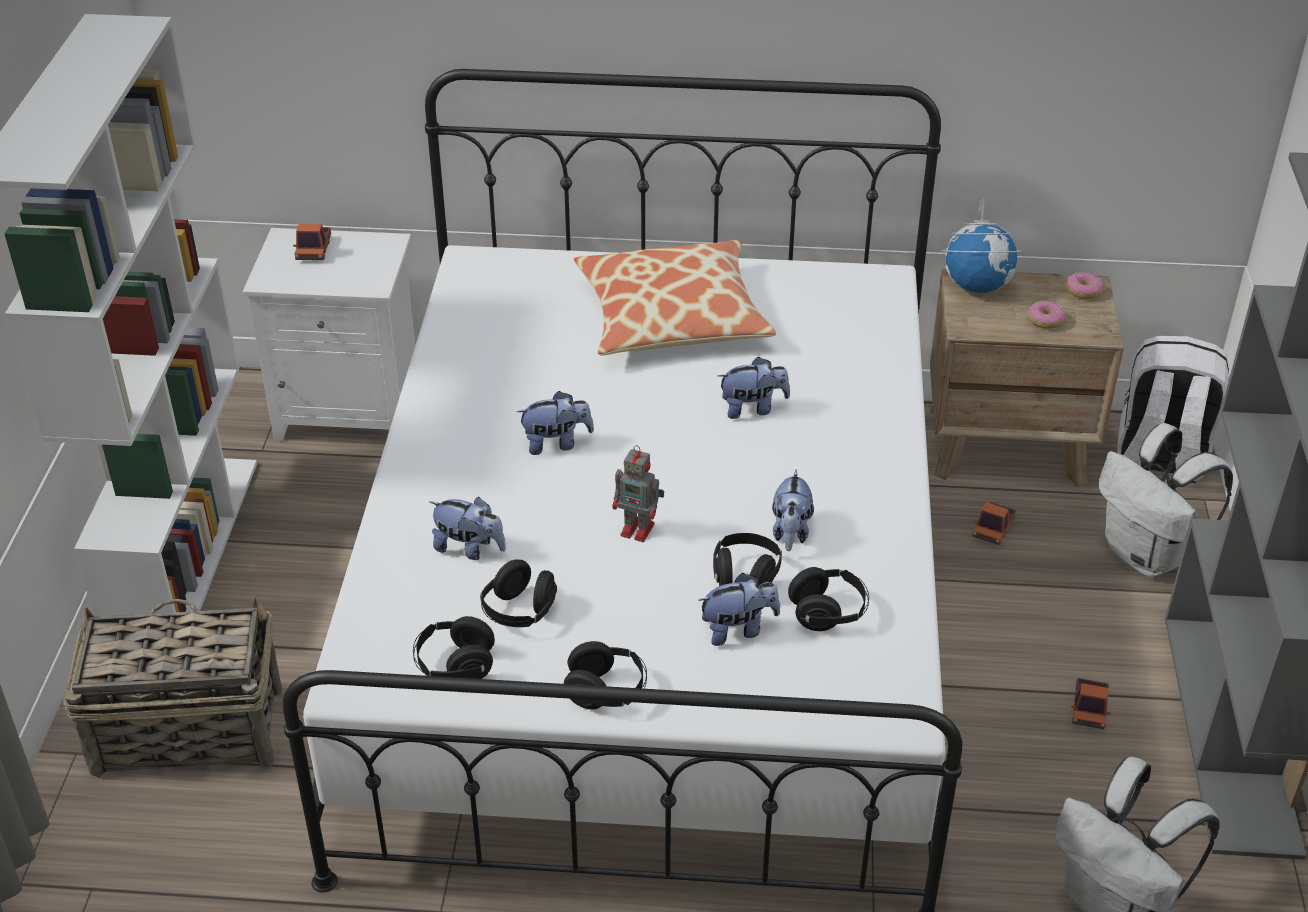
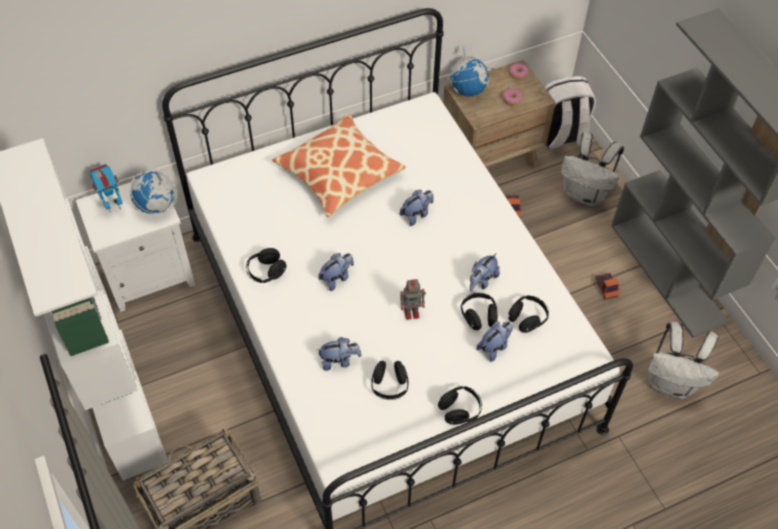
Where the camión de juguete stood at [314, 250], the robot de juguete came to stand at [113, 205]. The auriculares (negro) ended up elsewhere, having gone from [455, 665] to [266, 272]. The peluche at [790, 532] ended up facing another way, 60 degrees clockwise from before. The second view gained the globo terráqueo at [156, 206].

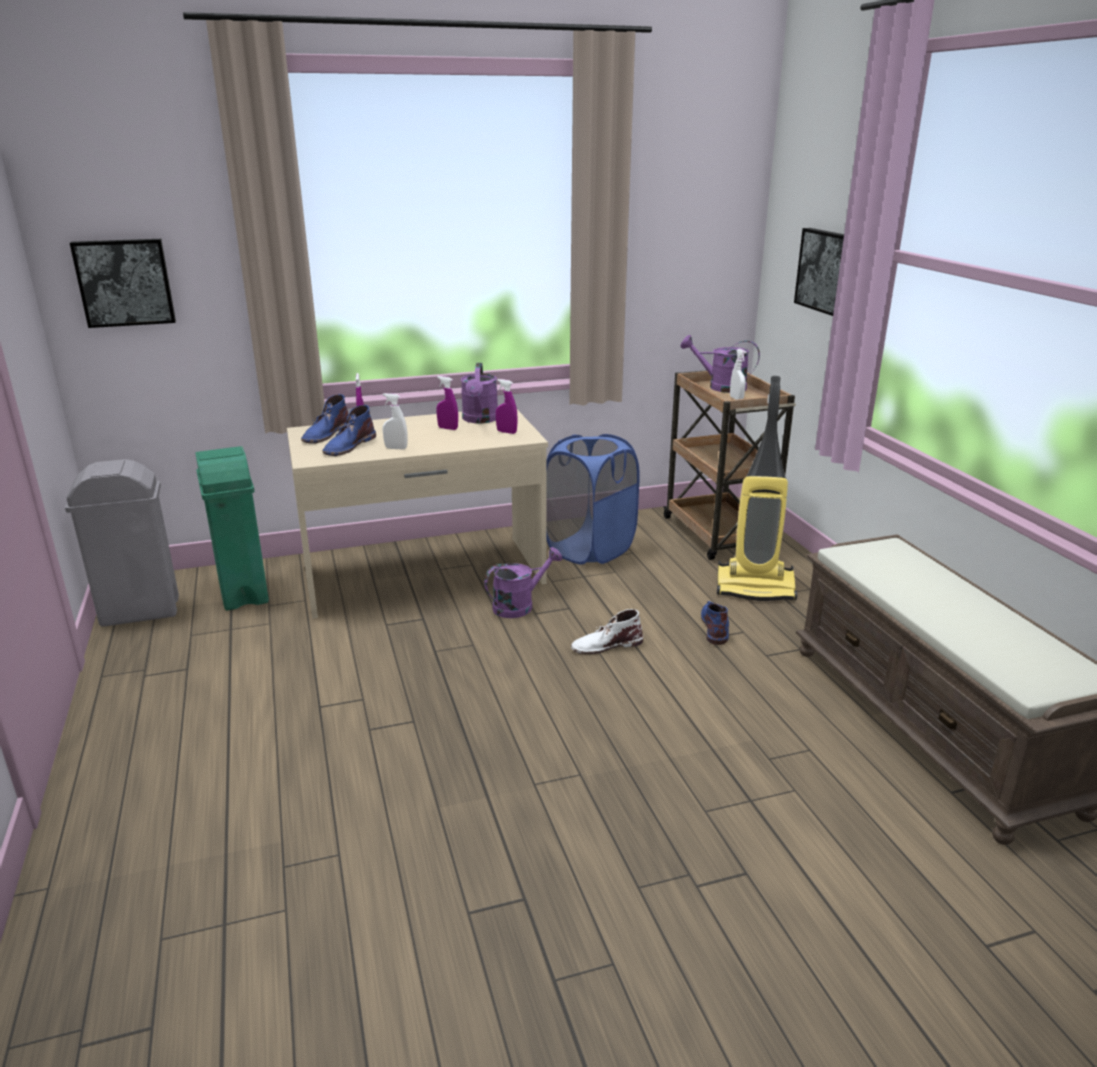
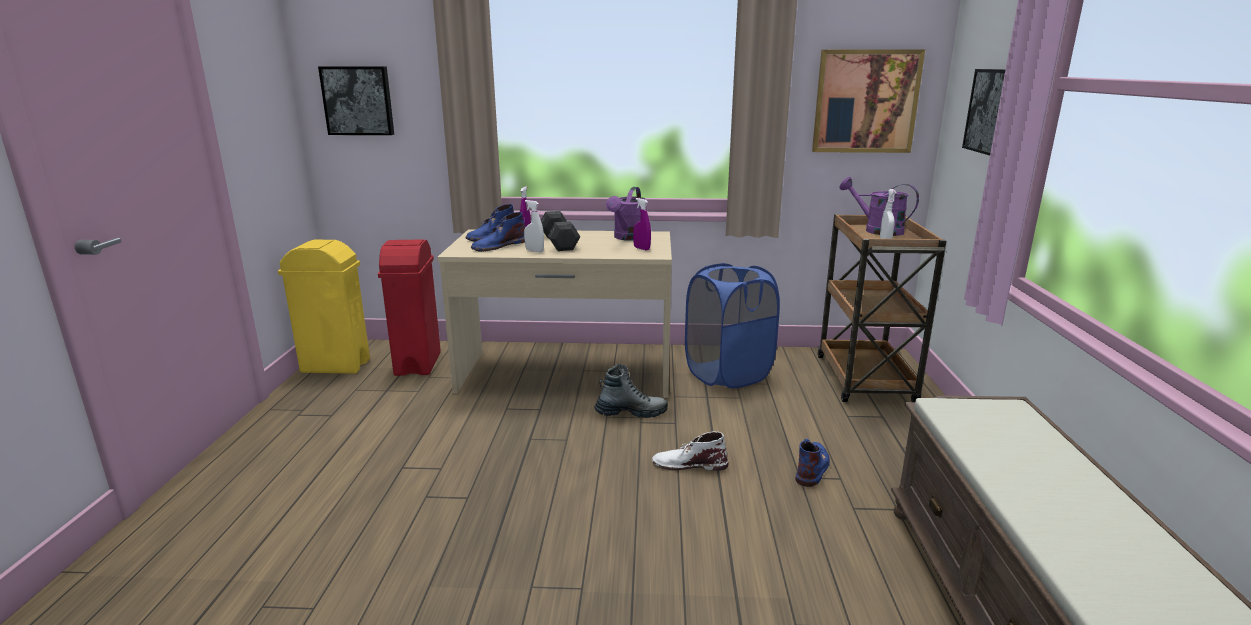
What was the papelera (gris) at [139, 612] turned into the papelera (amarillo) at [335, 366]. What was the papelera (verde) at [243, 593] turned into the papelera (rojo) at [417, 364]. The second view lost the pulverizador (morado) at [448, 428]. Where the regadera (morado) stood at [519, 605], the bota came to stand at [631, 412]. The second view lost the aspiradora at [755, 588]. The second view gained the mancuerna (gris) at [559, 242]. The second view gained the cuadro at [865, 101].

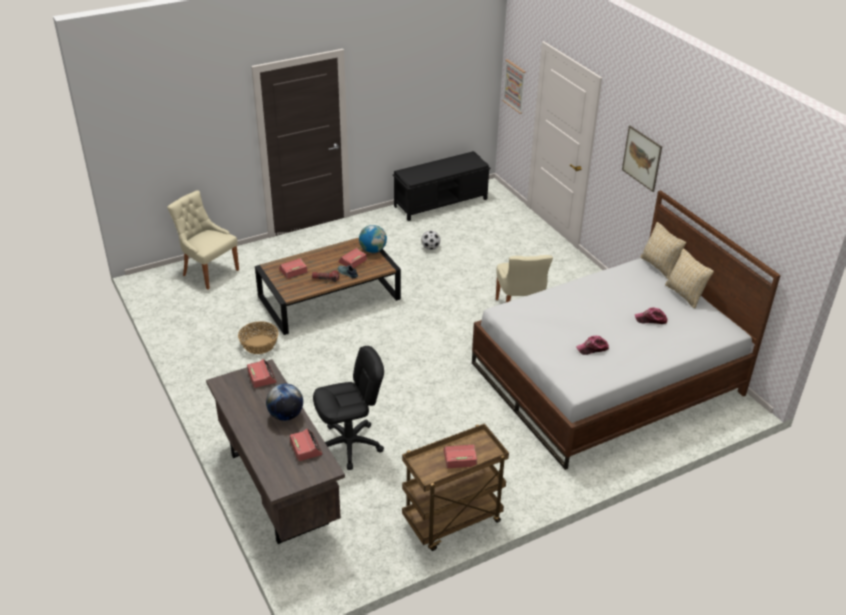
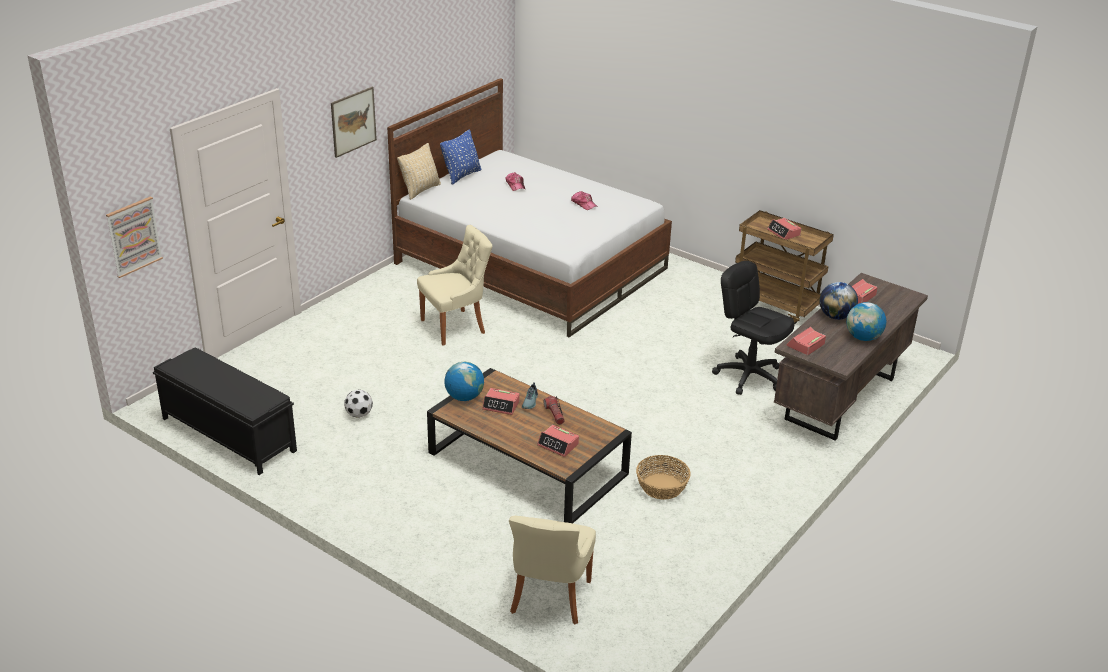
What was the cojín (beis) at [684, 295] turned into the cojín (azul) at [461, 175]. The second view gained the globo terráqueo at [863, 338].

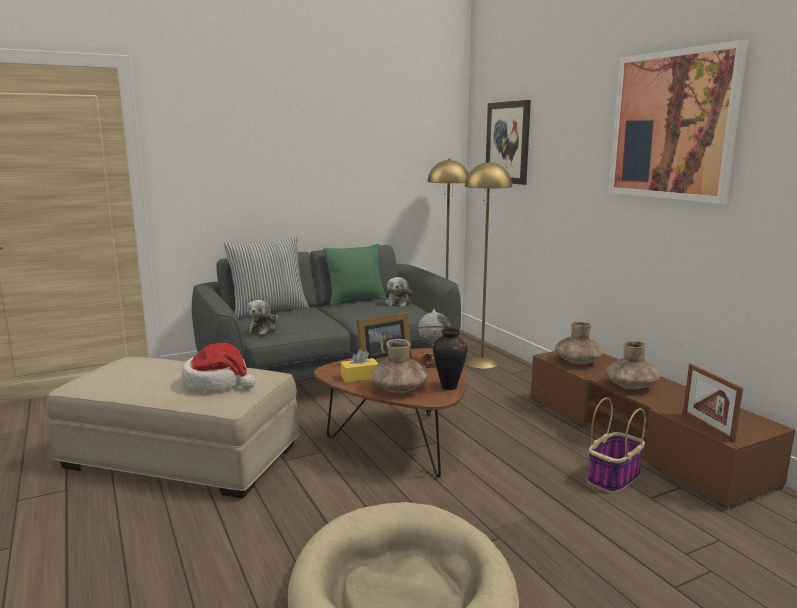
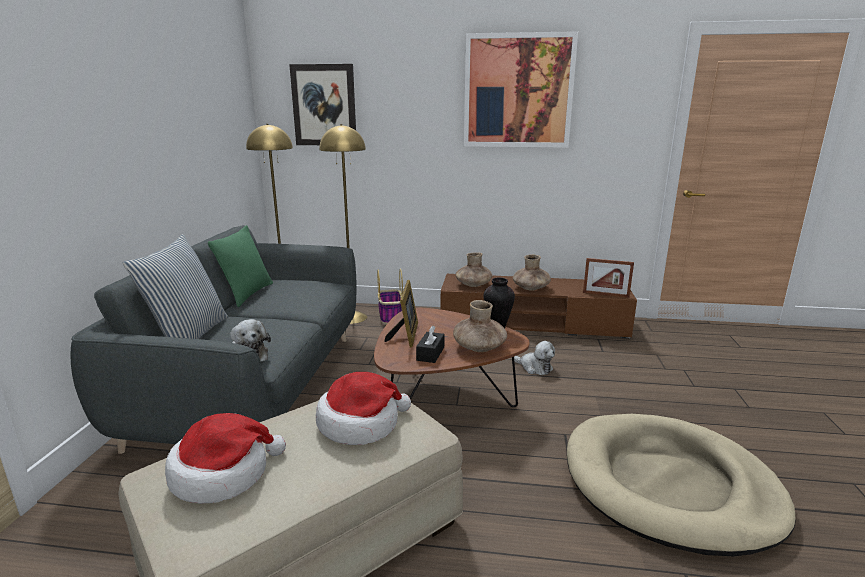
What was the caja de pañuelos (amarillo) at [360, 377] turned into the caja de pañuelos (negro) at [430, 354]. The peluche ended up elsewhere, having gone from [398, 303] to [534, 367]. The second view lost the globo terráqueo at [433, 362]. The cesta ended up elsewhere, having gone from [614, 477] to [390, 316]. The second view gained the sombrero at [223, 473].

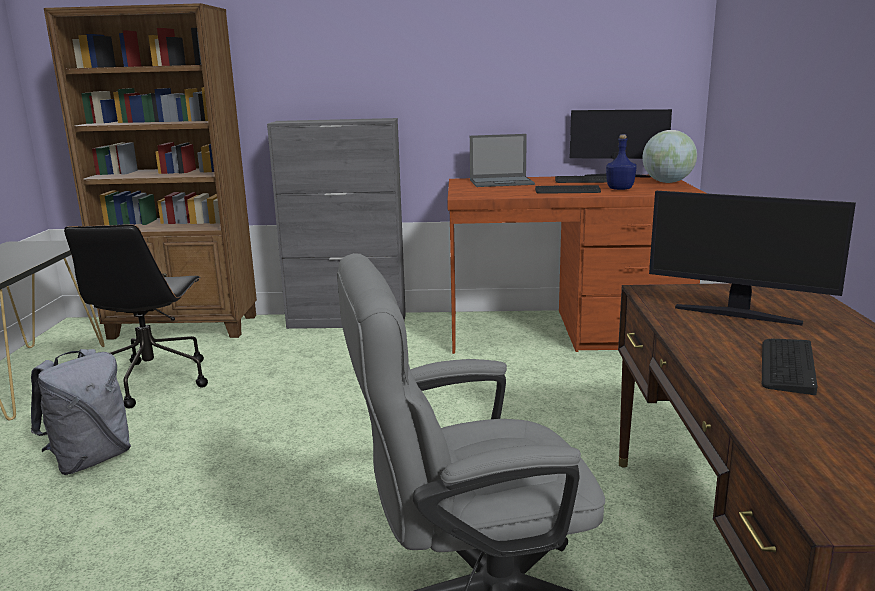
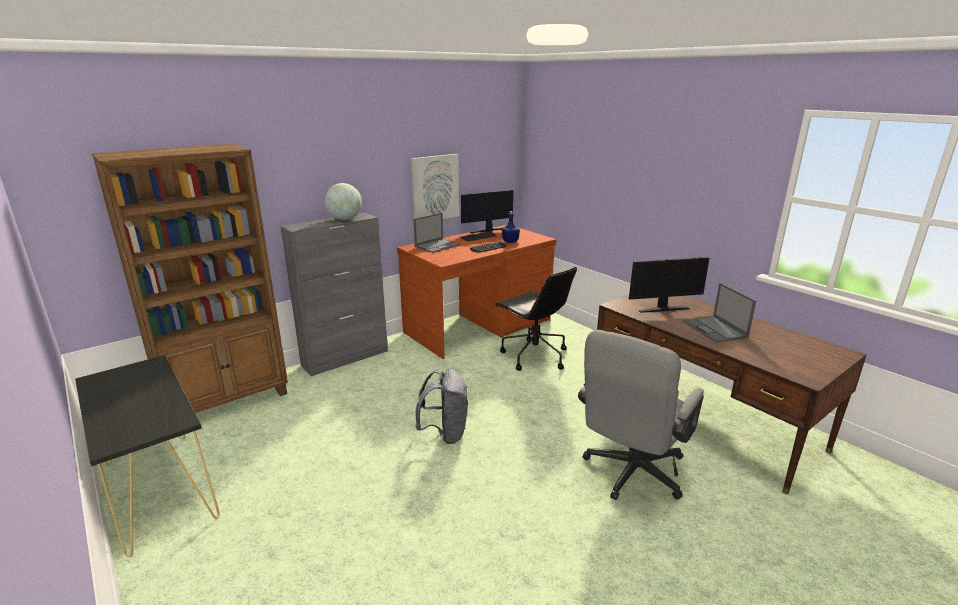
The mochila (gris) ended up elsewhere, having gone from [91, 459] to [445, 433]. The silla de oficina (negro) ended up elsewhere, having gone from [152, 380] to [533, 356]. The globo terráqueo ended up elsewhere, having gone from [667, 182] to [345, 219]. Where the teclado stood at [787, 366], the portátil came to stand at [715, 329]. The second view gained the cuadro at [435, 188].

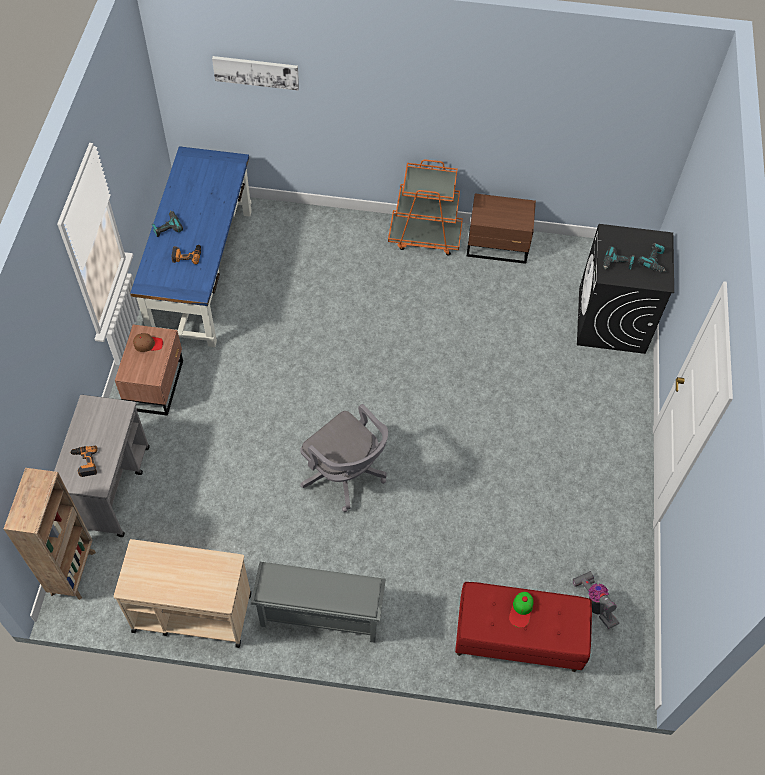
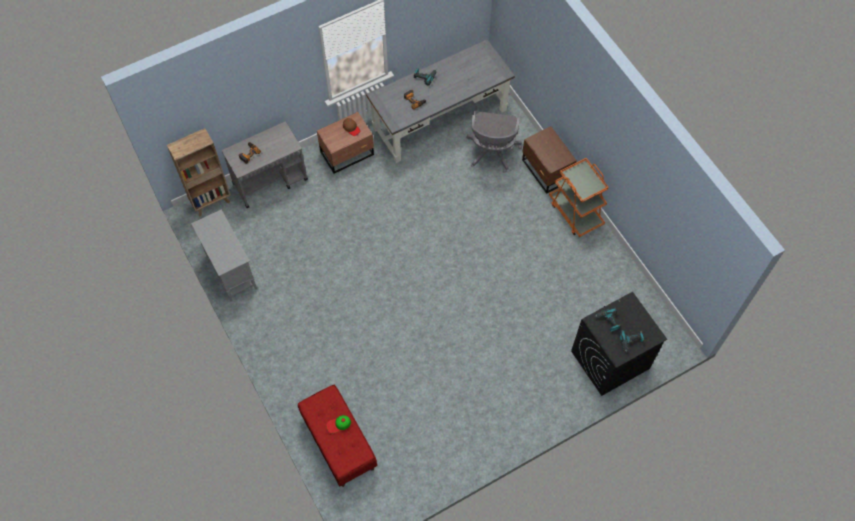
Where the carrito (beis) stood at [191, 612], the armario (gris) came to stand at [230, 271]. What was the escritorio (azul) at [201, 271] turned into the escritorio (gris) at [440, 118]. The second view lost the cuadro at [256, 72]. The second view lost the zapatero (gris) at [319, 616]. The silla de oficina (gris) ended up elsewhere, having gone from [346, 475] to [492, 153]. The mesita de noche (marrón) ended up elsewhere, having gone from [498, 246] to [546, 171]. The second view lost the aspiradora at [594, 603].

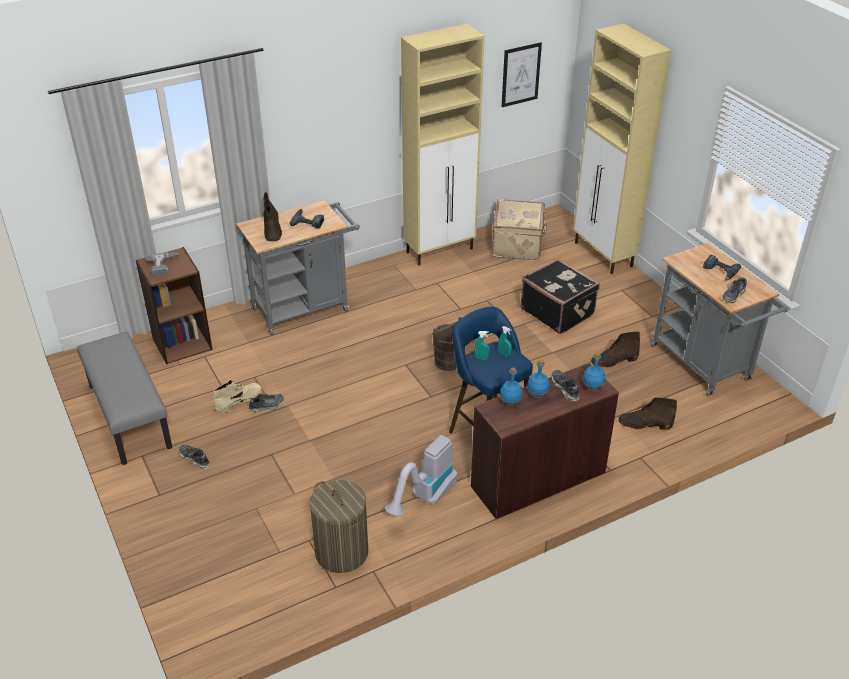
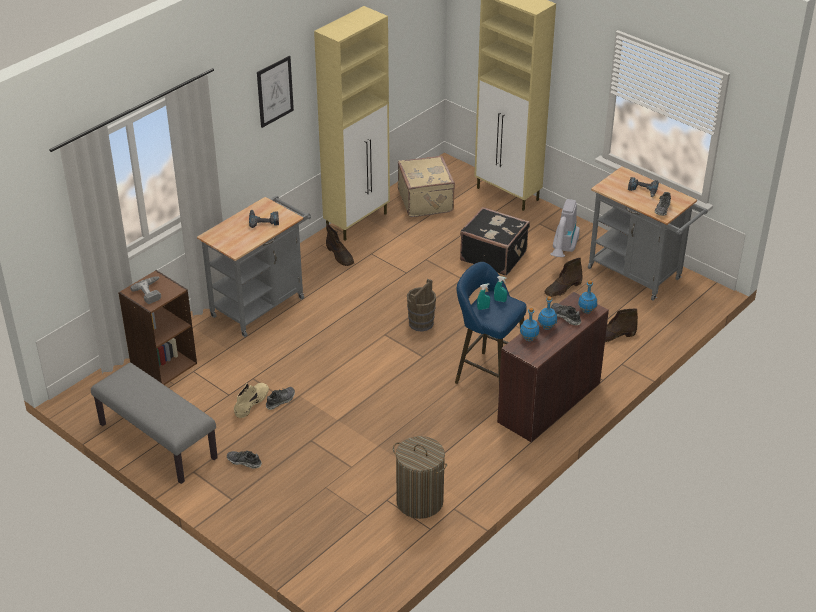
The bota (marrón) ended up elsewhere, having gone from [272, 230] to [340, 256]. The aspiradora ended up elsewhere, having gone from [425, 499] to [563, 250]. The cuadro ended up elsewhere, having gone from [521, 74] to [275, 91].

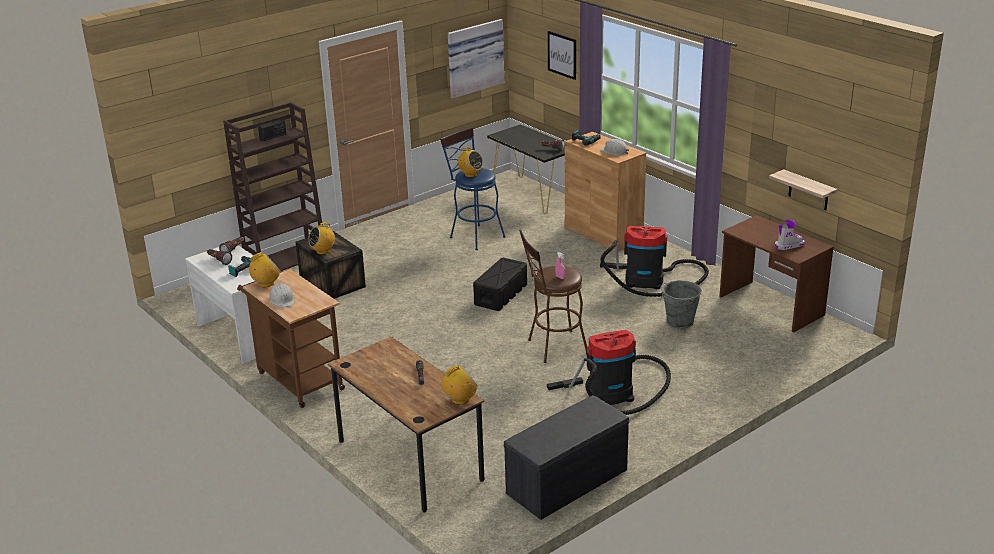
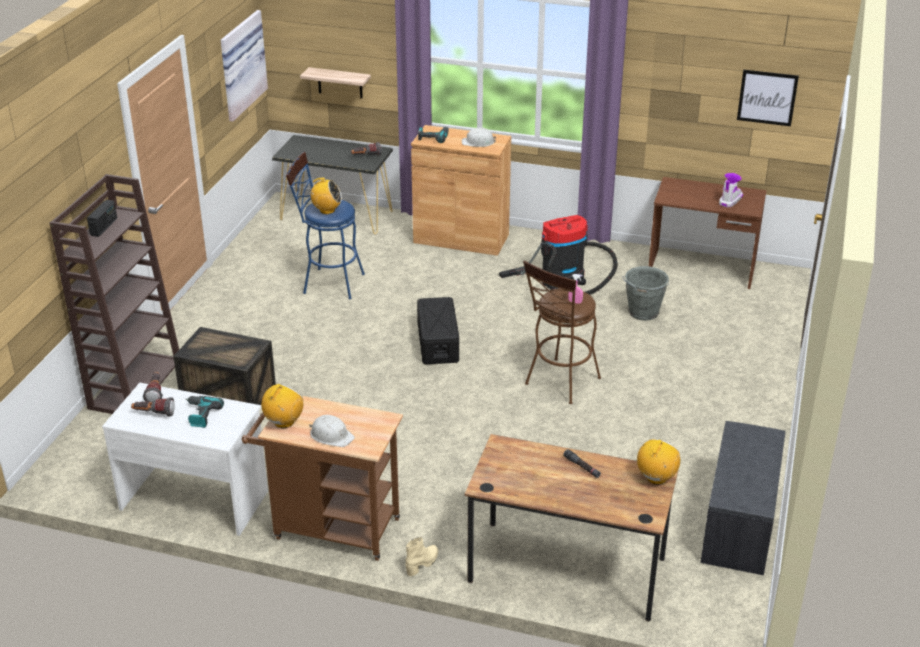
The second view lost the radio at [323, 251]. The second view lost the aspiradora at [615, 394]. The cuadro ended up elsewhere, having gone from [562, 55] to [767, 97]. The estante ended up elsewhere, having gone from [808, 190] to [340, 83]. The second view gained the bota (beis) at [422, 564].

